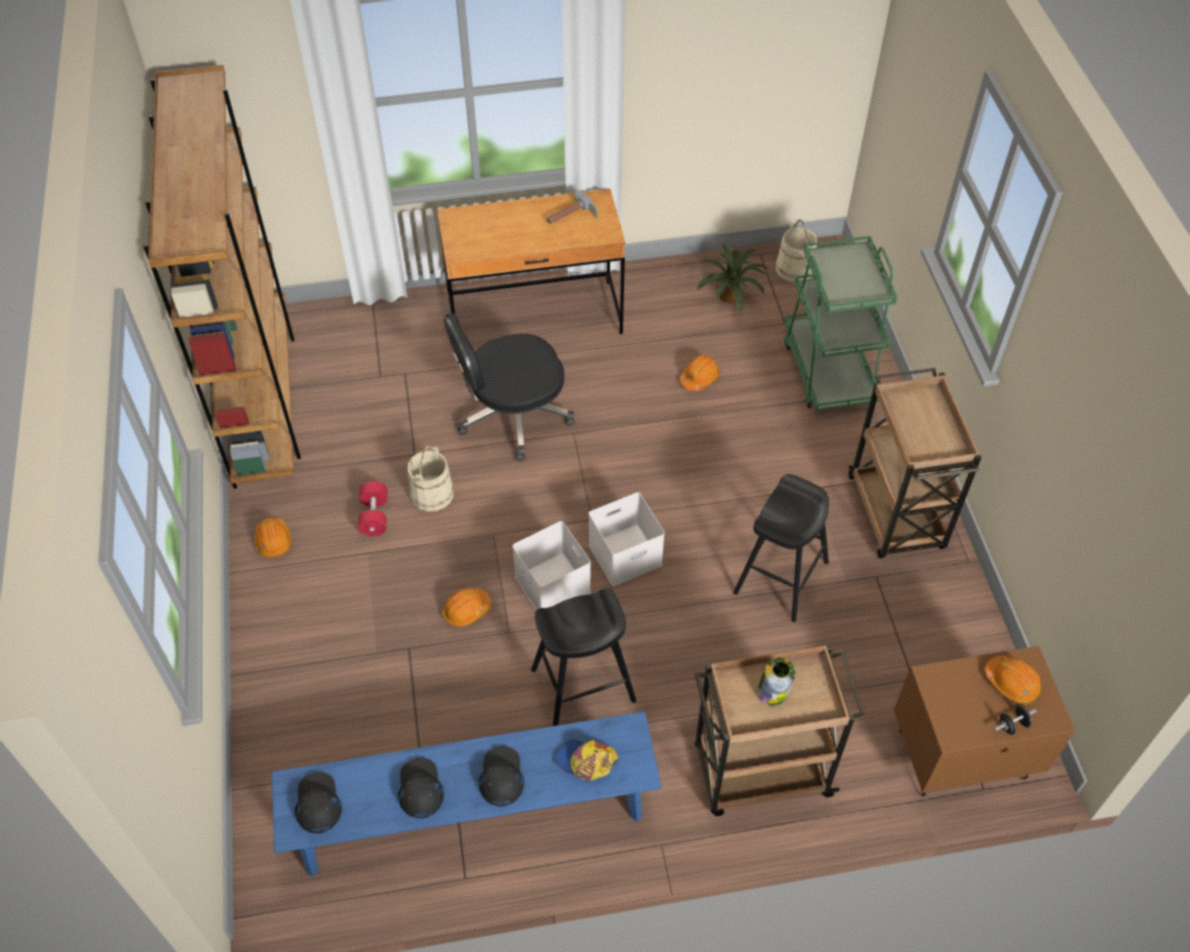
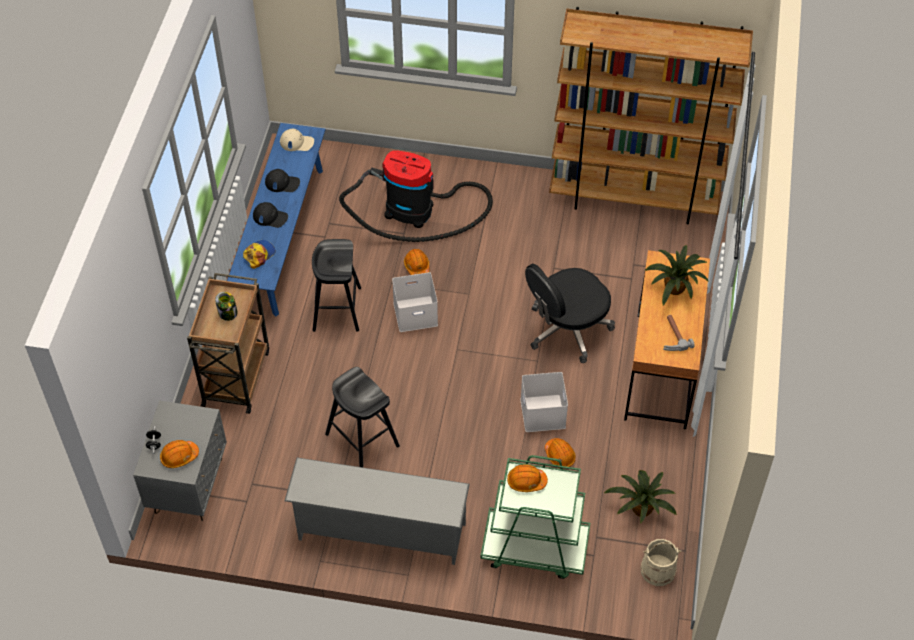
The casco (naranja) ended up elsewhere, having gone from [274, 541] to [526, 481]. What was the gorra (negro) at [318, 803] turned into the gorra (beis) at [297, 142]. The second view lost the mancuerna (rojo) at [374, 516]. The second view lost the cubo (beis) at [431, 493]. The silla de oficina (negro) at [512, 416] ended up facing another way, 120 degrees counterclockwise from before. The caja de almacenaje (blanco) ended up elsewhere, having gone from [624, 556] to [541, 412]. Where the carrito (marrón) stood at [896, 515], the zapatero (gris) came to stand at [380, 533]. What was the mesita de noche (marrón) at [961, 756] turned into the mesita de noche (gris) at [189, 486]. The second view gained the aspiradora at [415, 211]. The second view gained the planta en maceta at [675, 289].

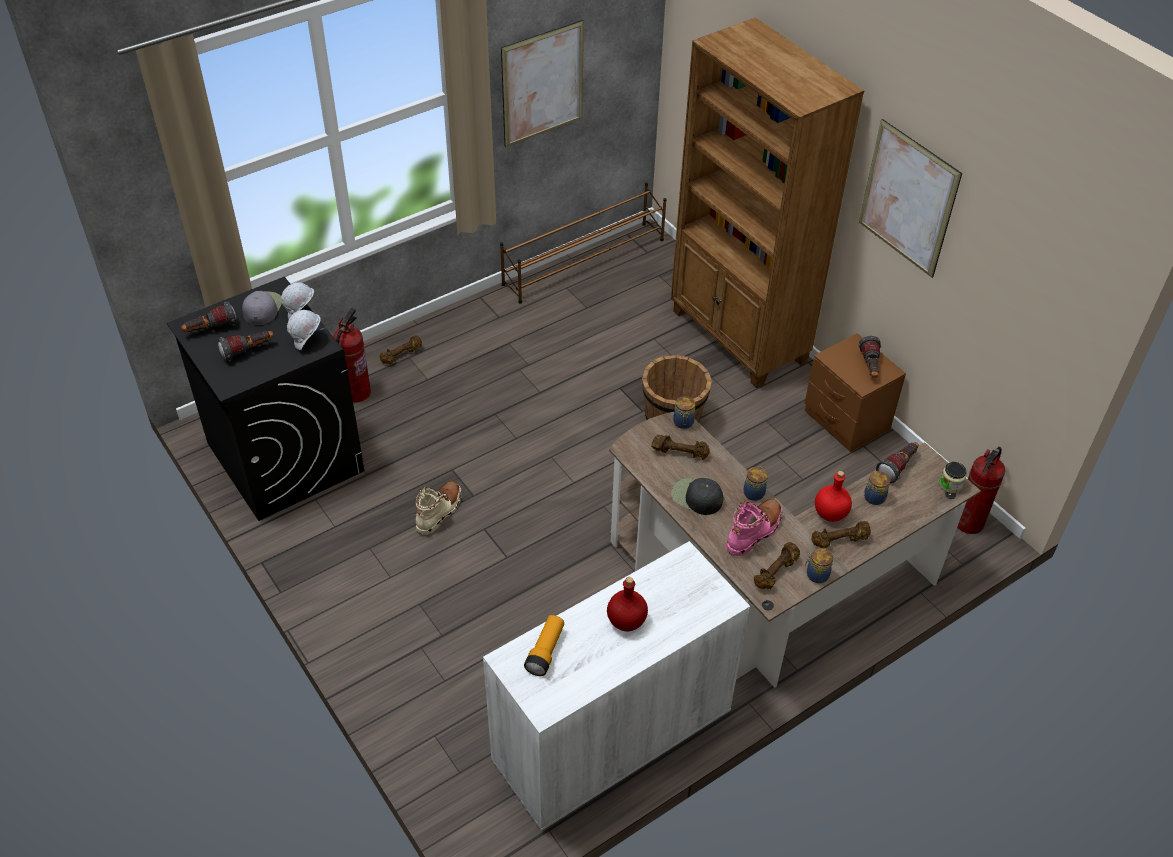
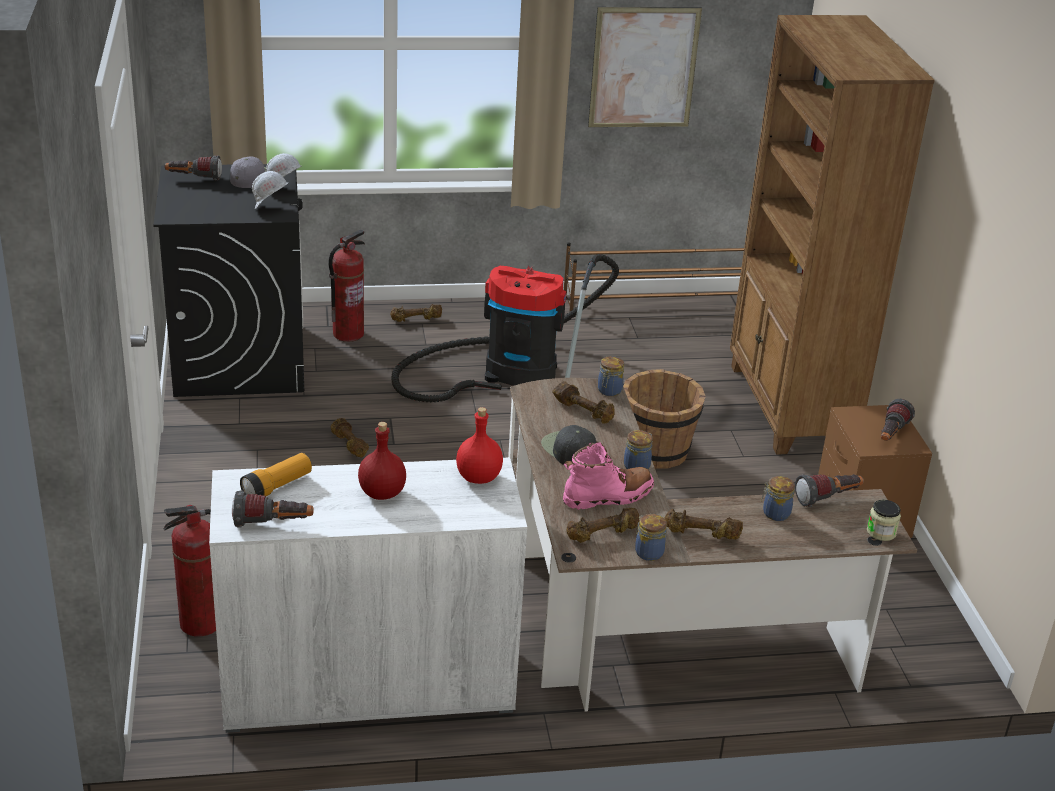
The linterna ended up elsewhere, having gone from [248, 351] to [273, 524]. Where the bota (beis) stood at [439, 512], the mancuerna (marrón) came to stand at [349, 445]. The botella (rojo) ended up elsewhere, having gone from [831, 513] to [479, 477]. The second view lost the cuadro at [908, 199]. The extintor ended up elsewhere, having gone from [968, 522] to [201, 623]. The second view gained the aspiradora at [511, 373].

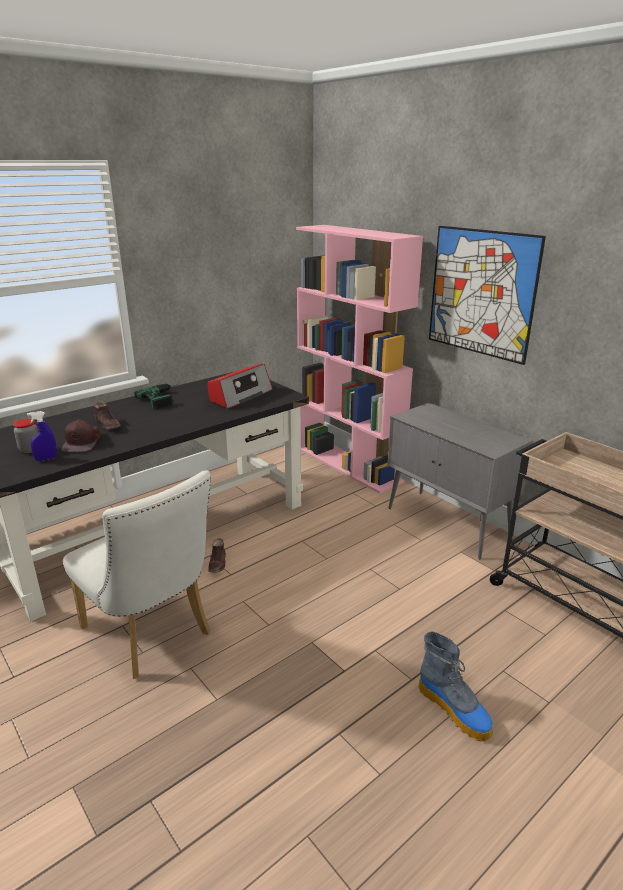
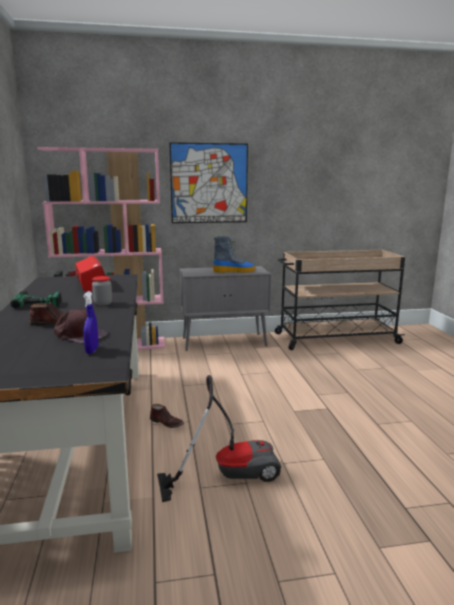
The tarro ended up elsewhere, having gone from [30, 449] to [103, 303]. Where the silla (blanco) stood at [152, 635], the aspiradora came to stand at [229, 473]. The bota ended up elsewhere, having gone from [455, 709] to [234, 271].

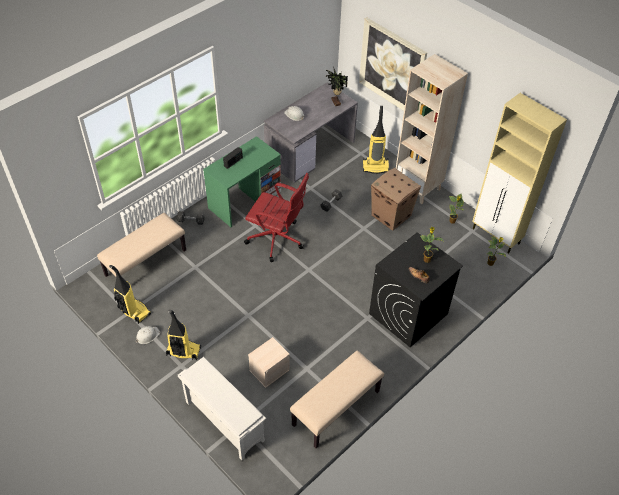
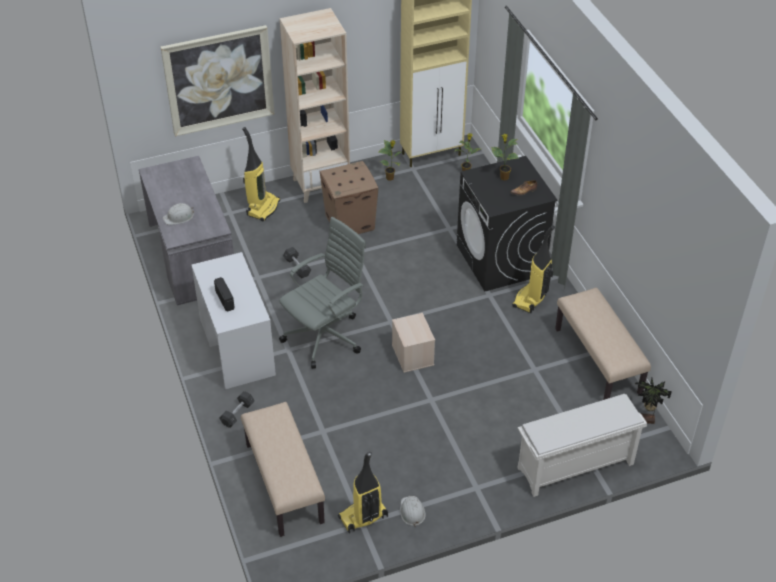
The aspiradora ended up elsewhere, having gone from [183, 352] to [531, 299]. What was the escritorio (verde) at [244, 200] turned into the escritorio (blanco) at [236, 347]. What was the silla de oficina (rojo) at [277, 240] turned into the silla de oficina (gris) at [325, 336]. The caja de almacenaje (beis) ended up elsewhere, having gone from [269, 369] to [412, 354]. The planta en maceta ended up elsewhere, having gone from [335, 102] to [645, 421].

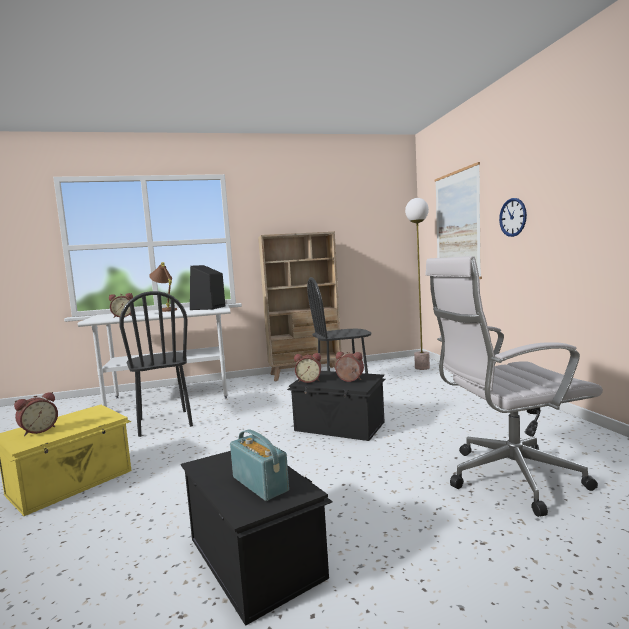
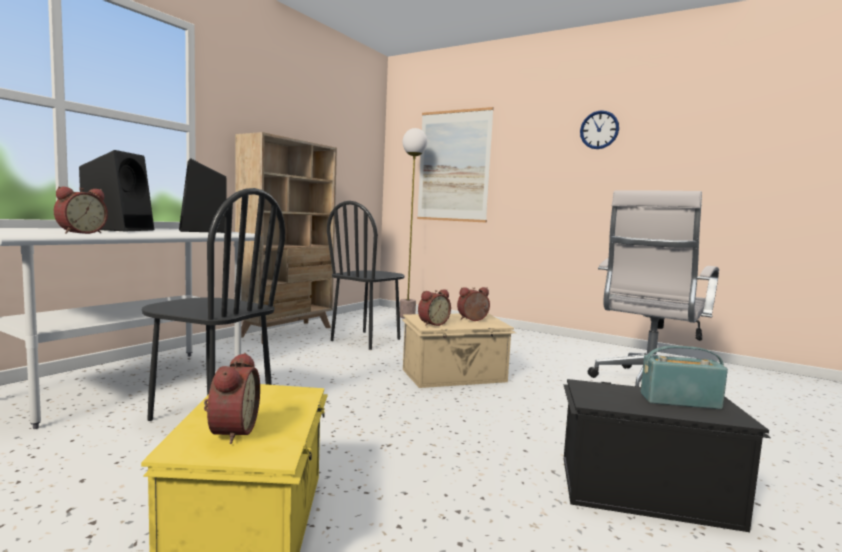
Where the lámpara de mesa (marrón) stood at [166, 310], the altavoz (negro) came to stand at [119, 229]. What was the caja de almacenaje (negro) at [339, 427] turned into the caja de almacenaje (beis) at [455, 376]. The reloj de pared ended up elsewhere, having gone from [513, 217] to [599, 130].

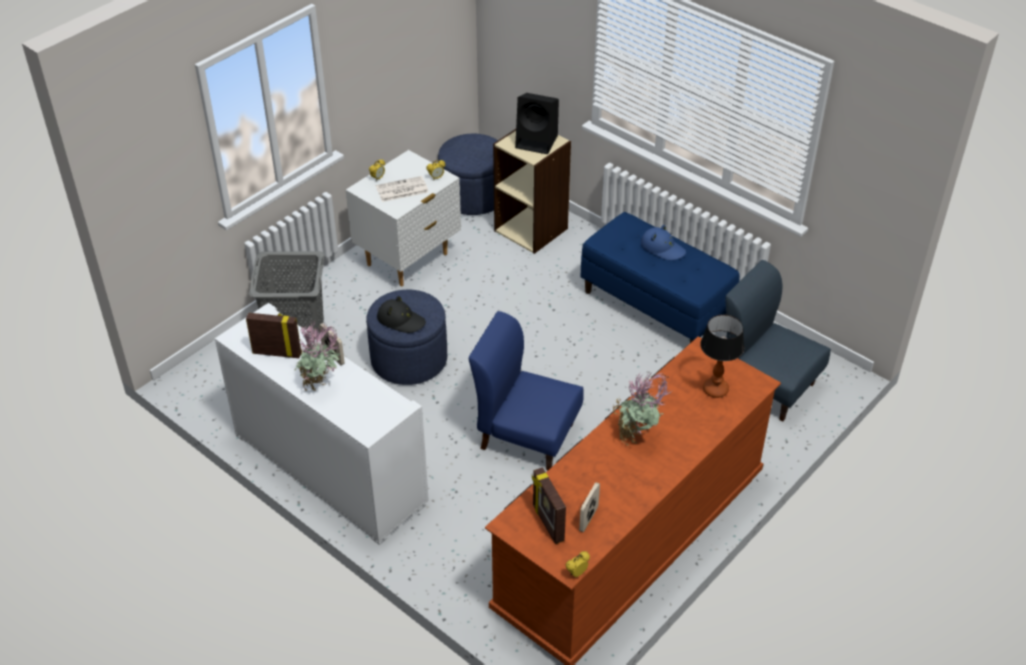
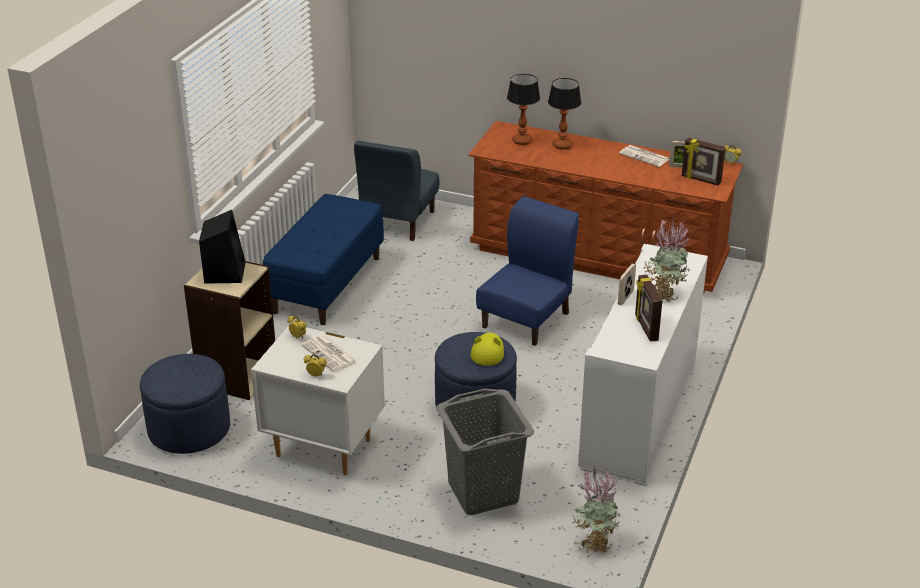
What was the sombrero (negro) at [401, 320] turned into the sombrero (amarillo) at [487, 352]. The silla (azul) at [526, 435] ended up facing another way, 150 degrees counterclockwise from before. The portarretratos at [547, 523] ended up facing another way, 75 degrees clockwise from before. The planta en maceta ended up elsewhere, having gone from [637, 437] to [594, 542]. The second view lost the sombrero (azul) at [662, 248]. The second view gained the lámpara de mesa at [562, 145]. The second view gained the periódico at [645, 156].

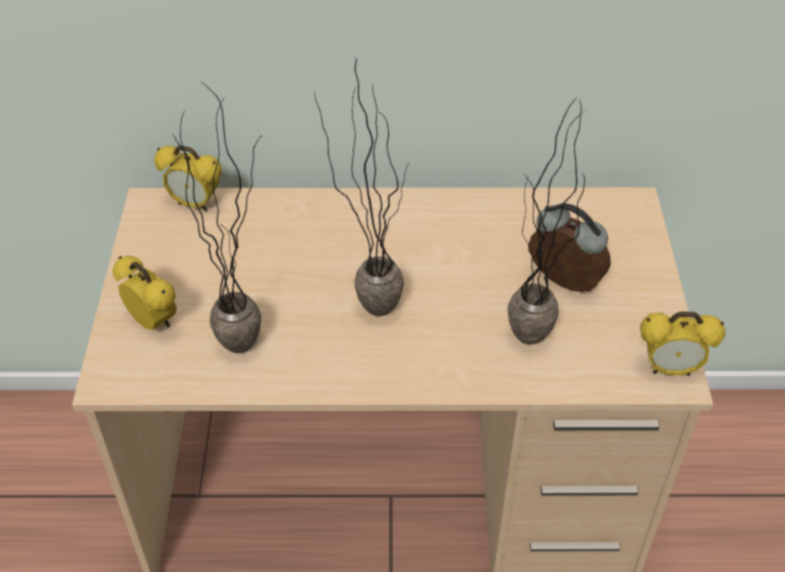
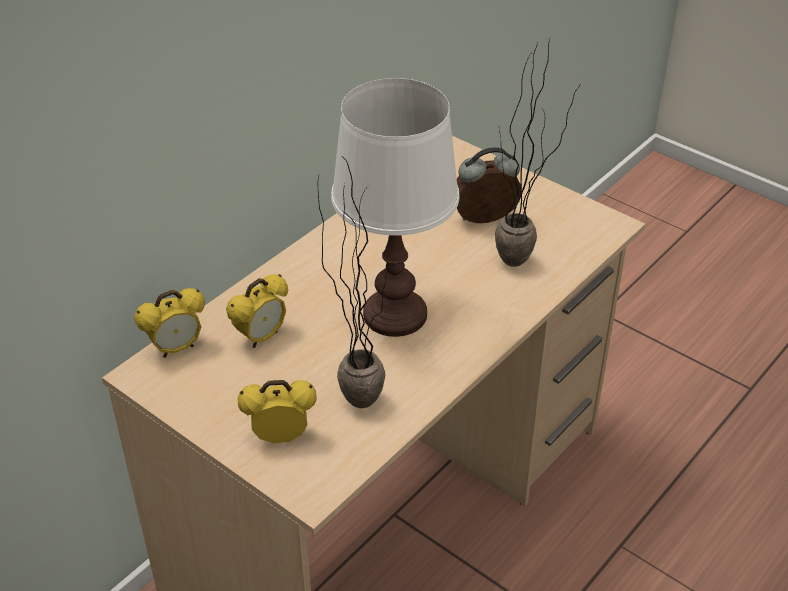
Where the planta en maceta stood at [367, 302], the lámpara de mesa (blanco) came to stand at [396, 314]. The despertador ended up elsewhere, having gone from [670, 369] to [261, 337].

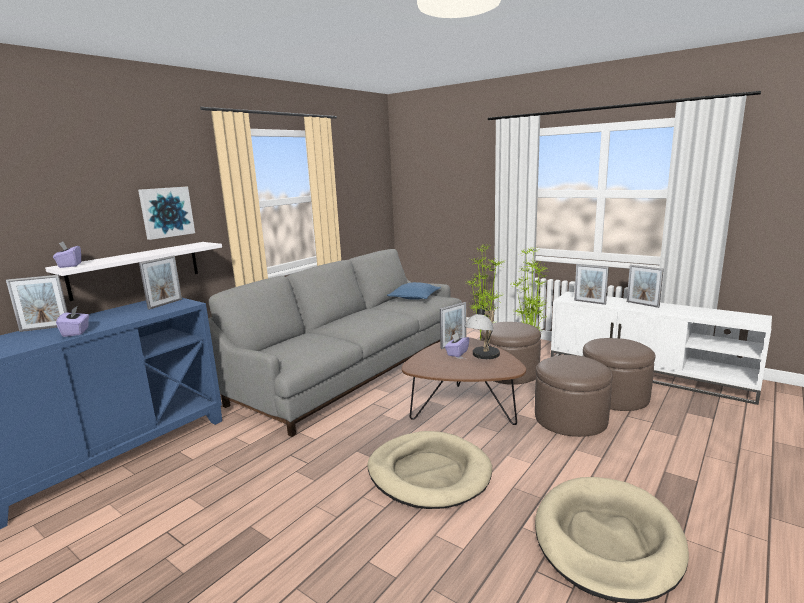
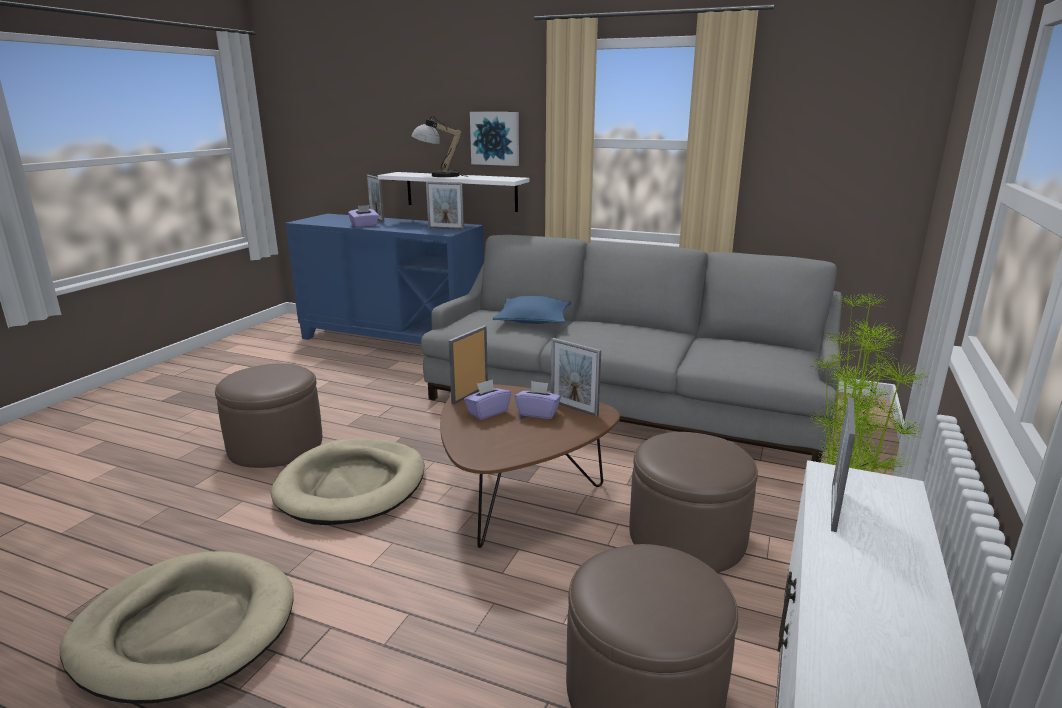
The caja de pañuelos (morado) ended up elsewhere, having gone from [70, 265] to [487, 412]. The cojín (azul) ended up elsewhere, having gone from [414, 297] to [533, 320]. The lámpara de mesa ended up elsewhere, having gone from [483, 357] to [438, 175]. The puf (marrón) ended up elsewhere, having gone from [570, 418] to [275, 445]. The portarretratos ended up elsewhere, having gone from [642, 304] to [470, 394].

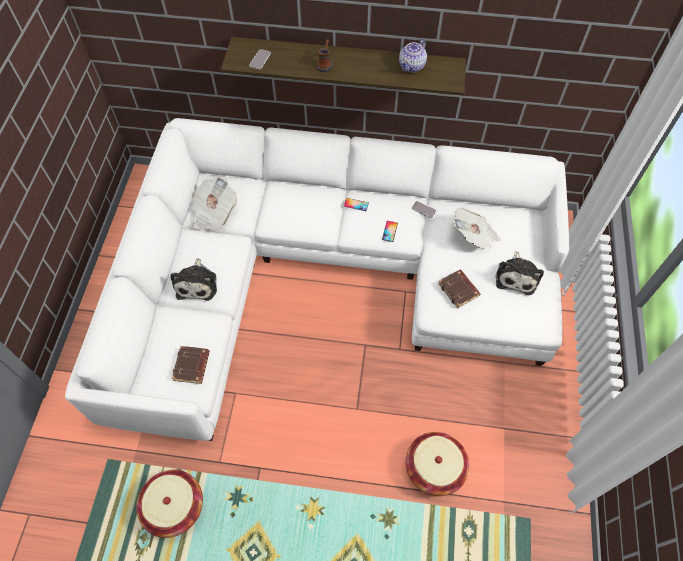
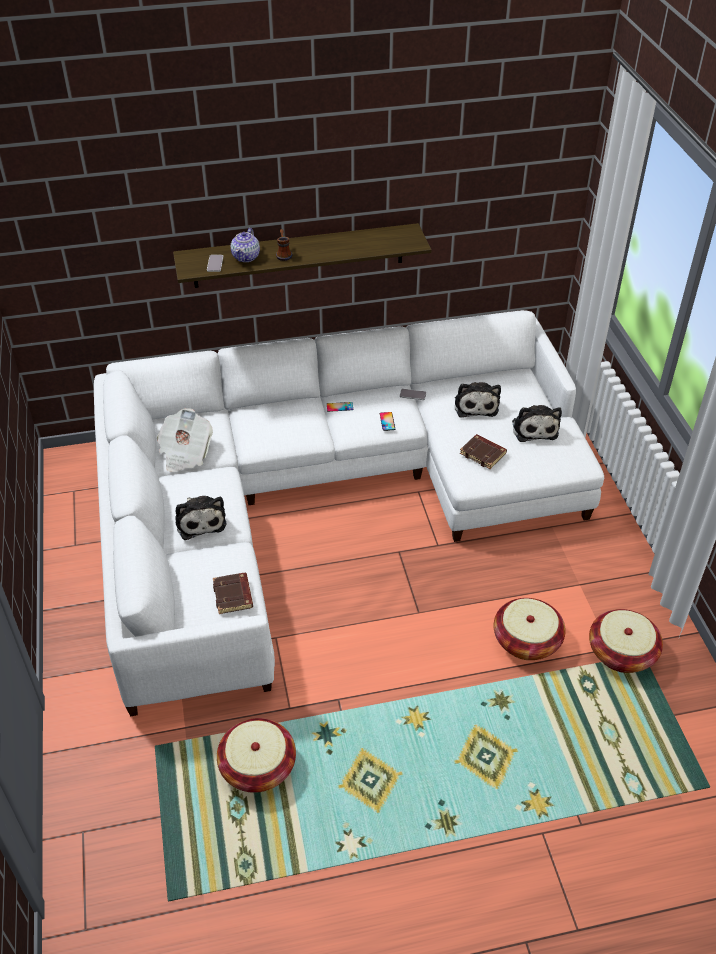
The tetera ended up elsewhere, having gone from [412, 66] to [246, 257]. Where the periódico stood at [474, 236], the peluche came to stand at [475, 405]. The second view gained the cesta at [621, 653].

